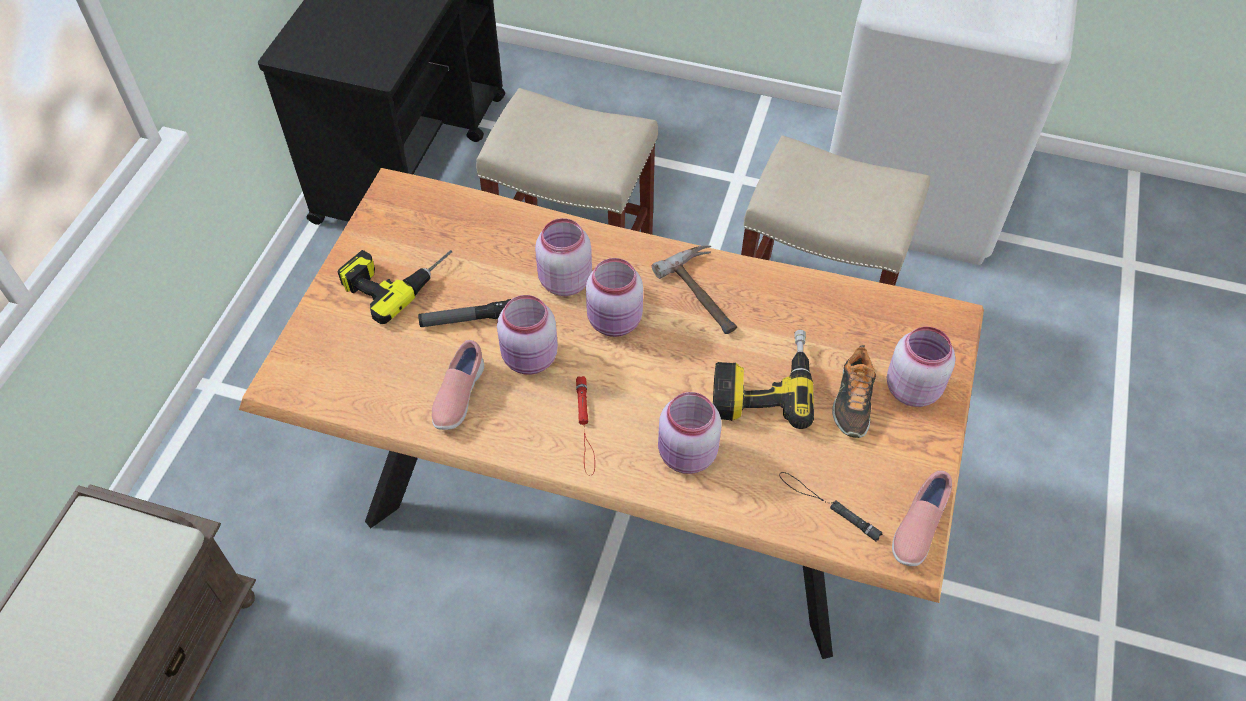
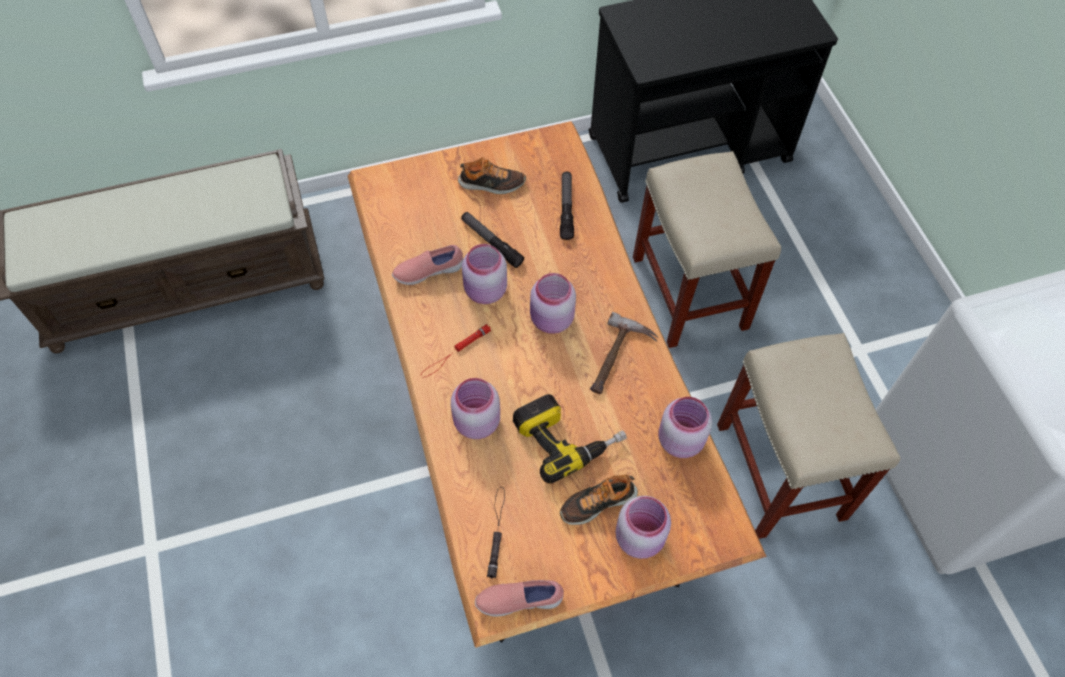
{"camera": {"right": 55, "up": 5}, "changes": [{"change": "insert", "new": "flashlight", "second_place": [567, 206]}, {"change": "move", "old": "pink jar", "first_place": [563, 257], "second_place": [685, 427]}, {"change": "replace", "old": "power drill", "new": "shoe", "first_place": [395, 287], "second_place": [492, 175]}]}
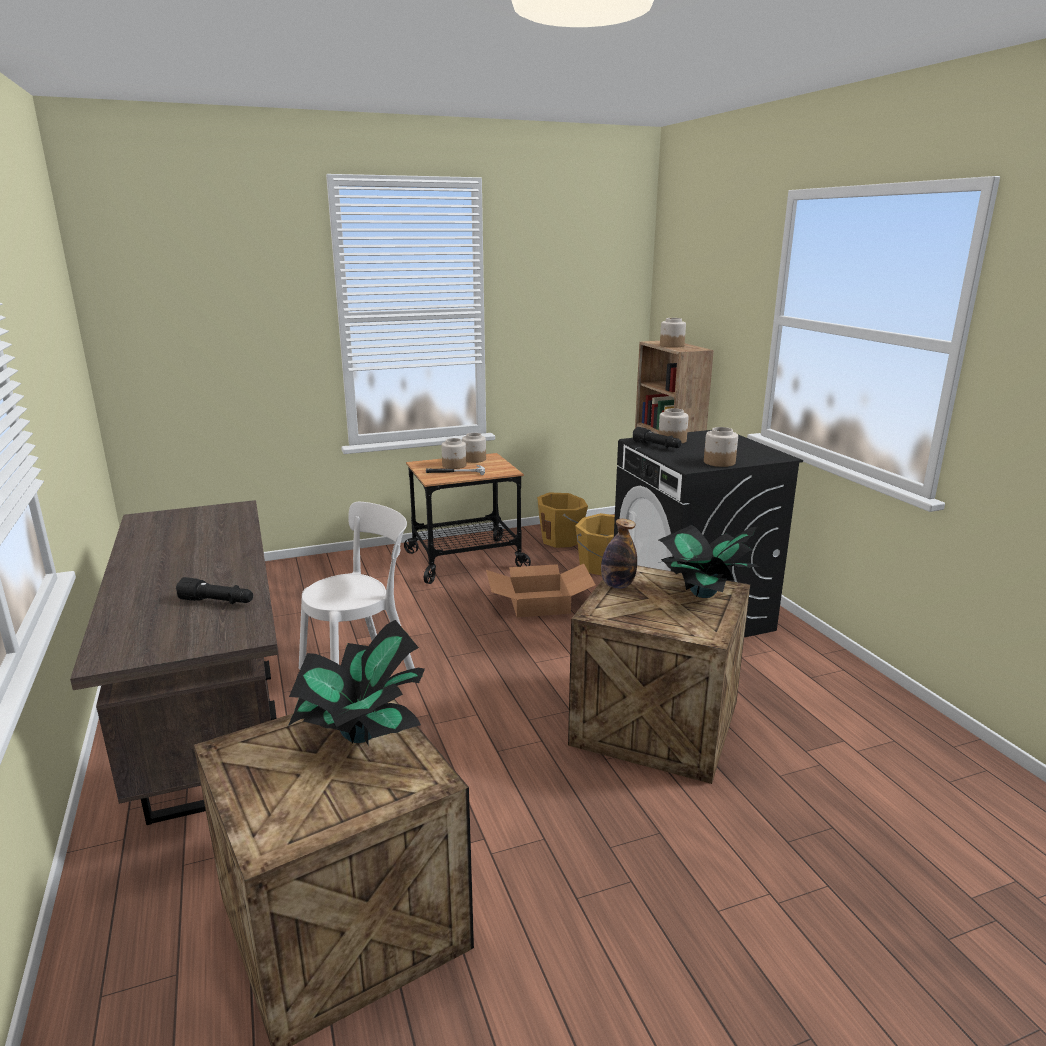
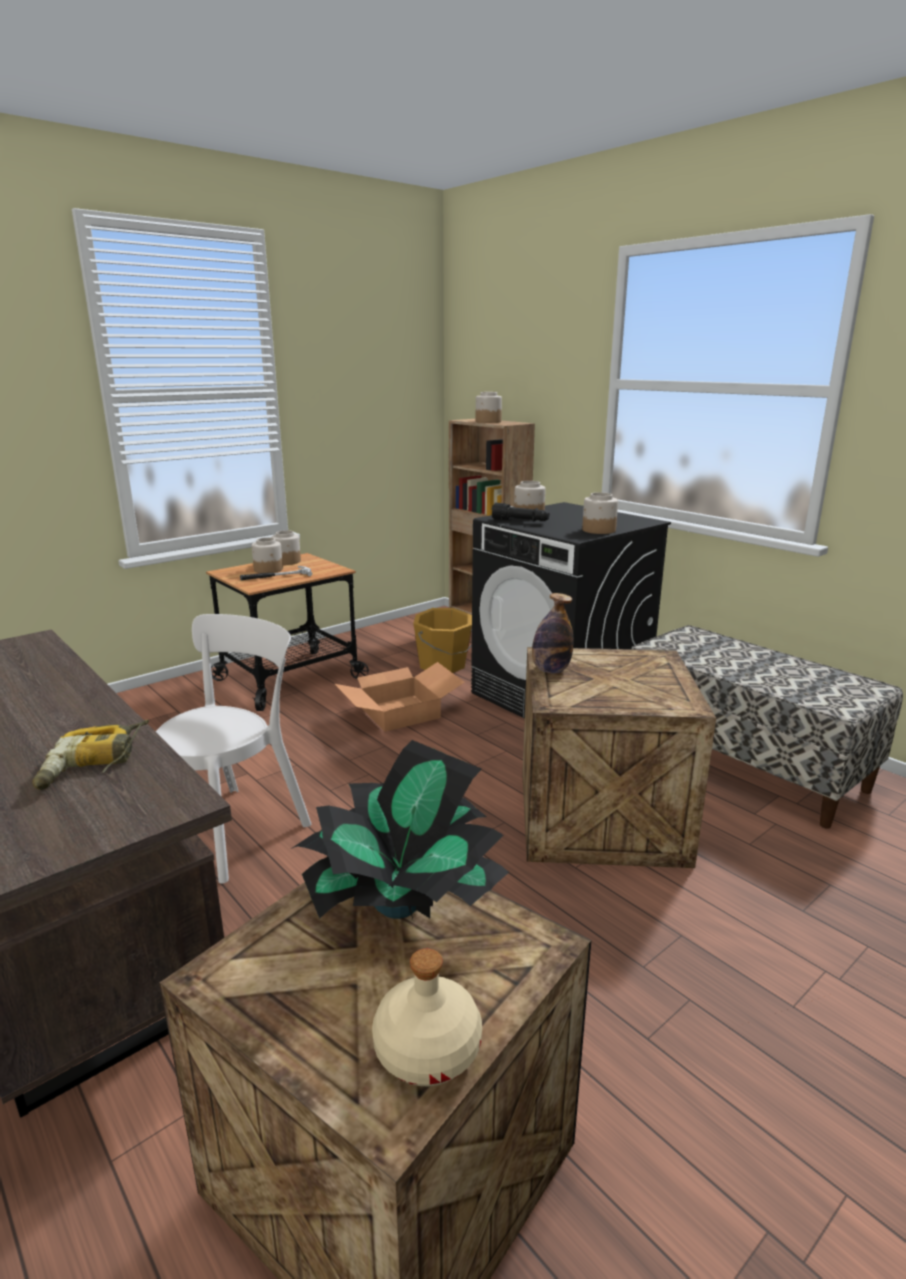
{"camera": {"right": -20, "up": 0}, "changes": [{"change": "delete", "old": "orange bucket", "first_place": [562, 520]}, {"change": "delete", "old": "potted plant", "first_place": [709, 561]}, {"change": "insert", "new": "beige bottle", "second_place": [427, 1017]}, {"change": "insert", "new": "bench", "second_place": [767, 727]}, {"change": "replace", "old": "black flashlight", "new": "power drill", "first_place": [214, 590], "second_place": [90, 755]}]}
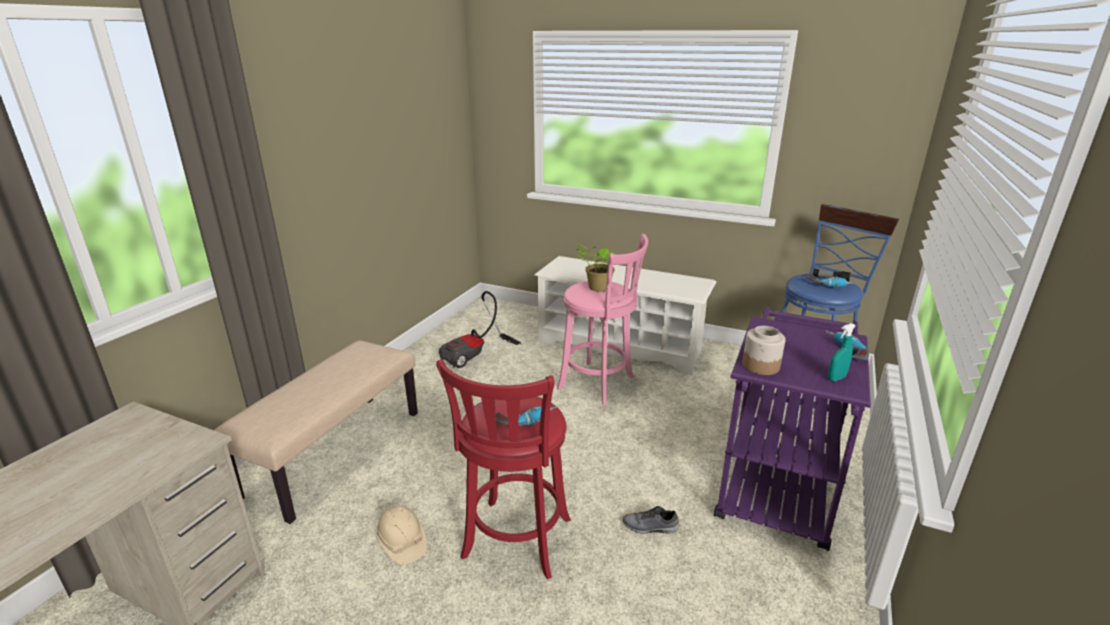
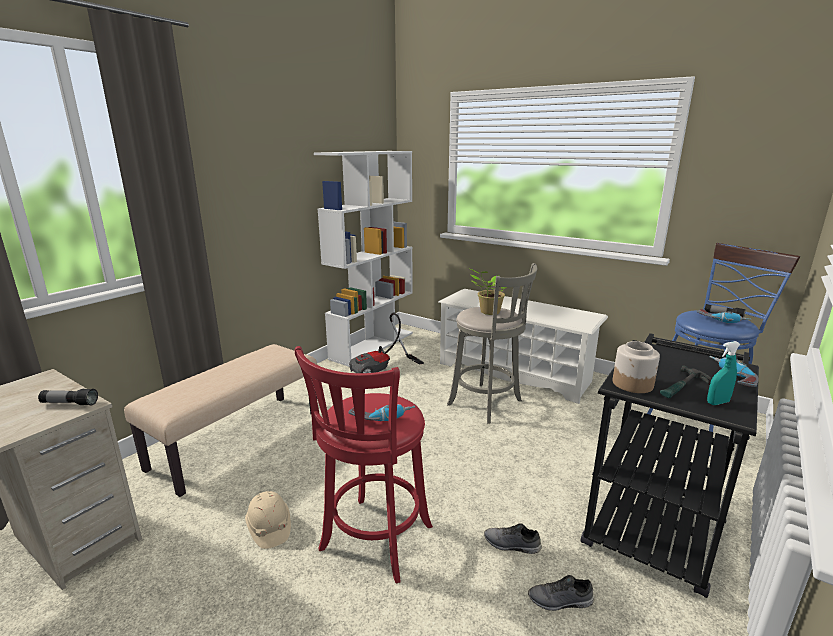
{"camera": {"right": 10, "up": -5}, "changes": [{"change": "insert", "new": "flashlight", "second_place": [68, 397]}, {"change": "insert", "new": "white bookcase", "second_place": [363, 259]}, {"change": "insert", "new": "grey shoe", "second_place": [561, 593]}, {"change": "insert", "new": "hammer", "second_place": [685, 381]}, {"change": "recolor", "old": "pink stool", "new": "grey stool", "first_place": [602, 320], "second_place": [492, 343]}, {"change": "recolor", "old": "purple cart", "new": "black cart", "first_place": [792, 428], "second_place": [669, 465]}]}
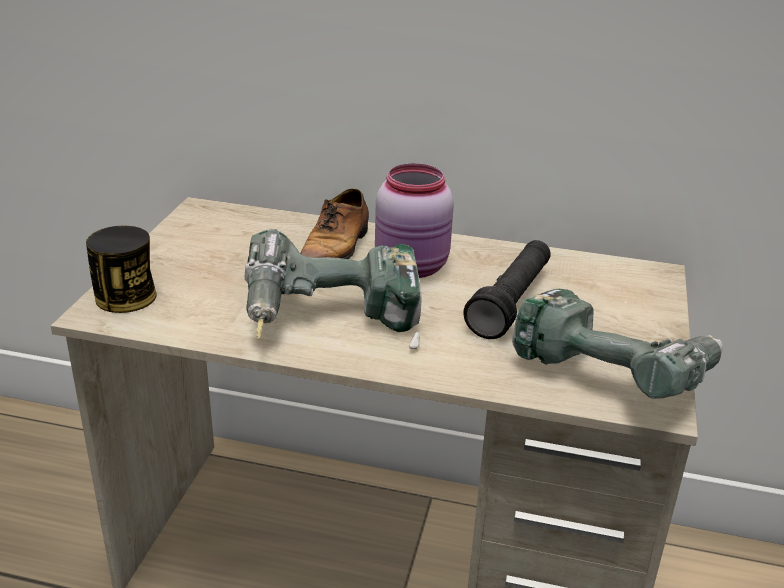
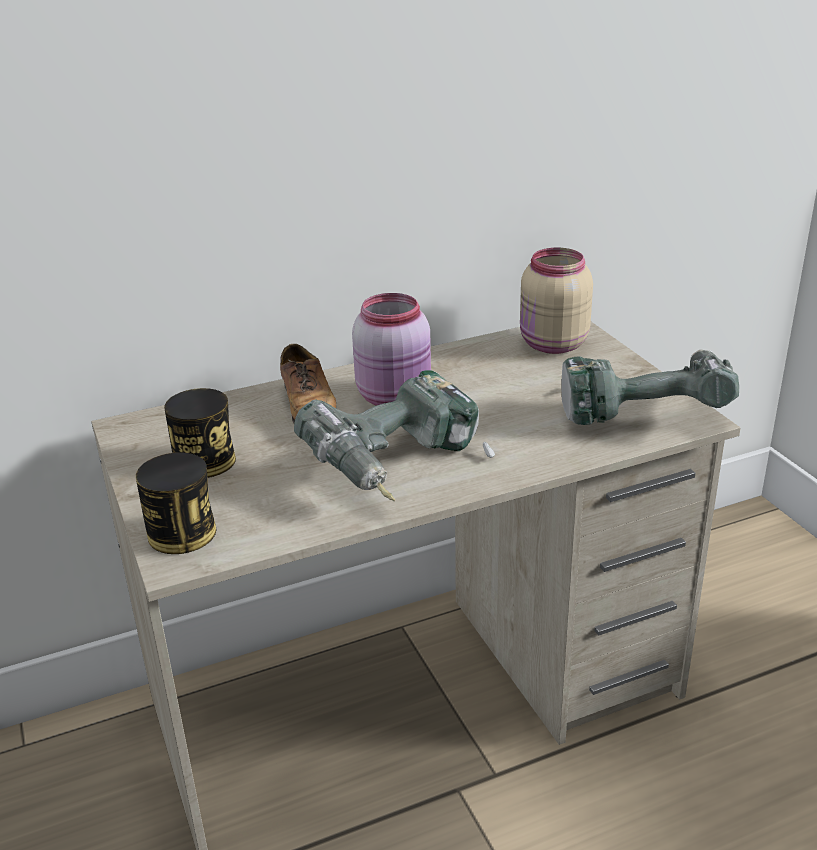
{"camera": {"right": -35, "up": 0}, "changes": [{"change": "delete", "old": "black flashlight", "first_place": [507, 289]}, {"change": "insert", "new": "can", "second_place": [200, 433]}, {"change": "insert", "new": "beige jar", "second_place": [556, 301]}]}
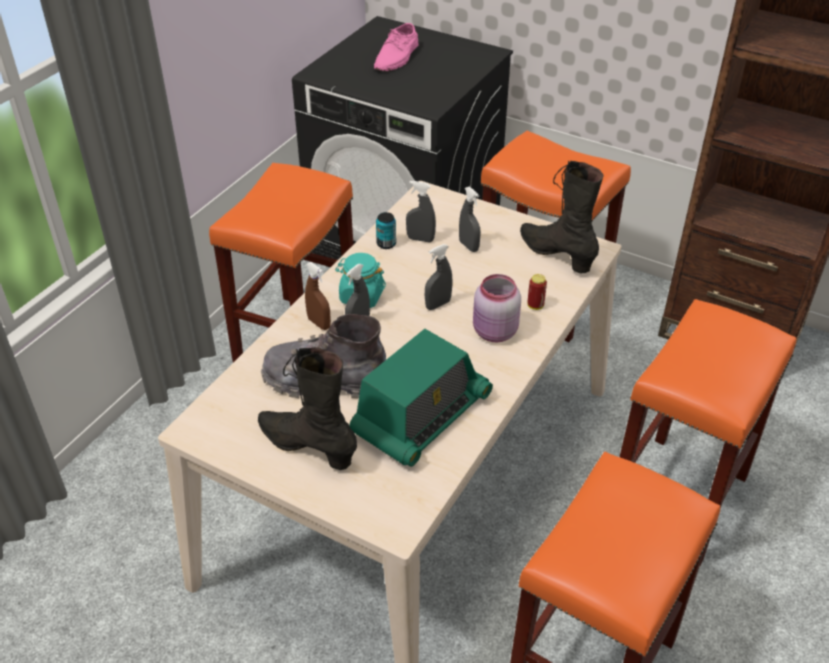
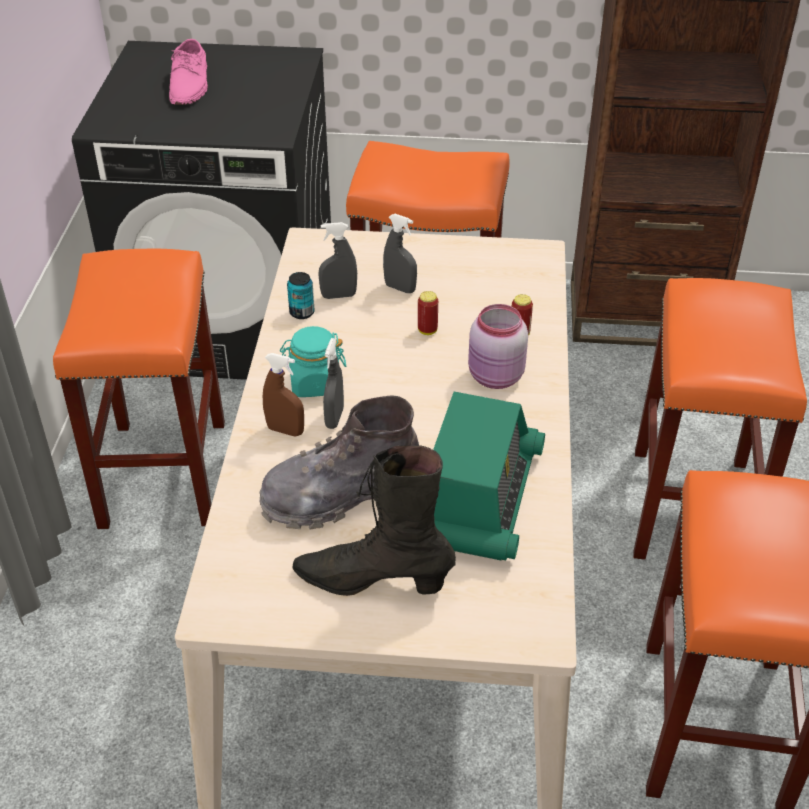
{"camera": {"right": -25, "up": 0}, "changes": [{"change": "delete", "old": "grey spray bottle", "first_place": [439, 277]}, {"change": "delete", "old": "black boot", "first_place": [561, 217]}, {"change": "insert", "new": "can", "second_place": [428, 313]}]}
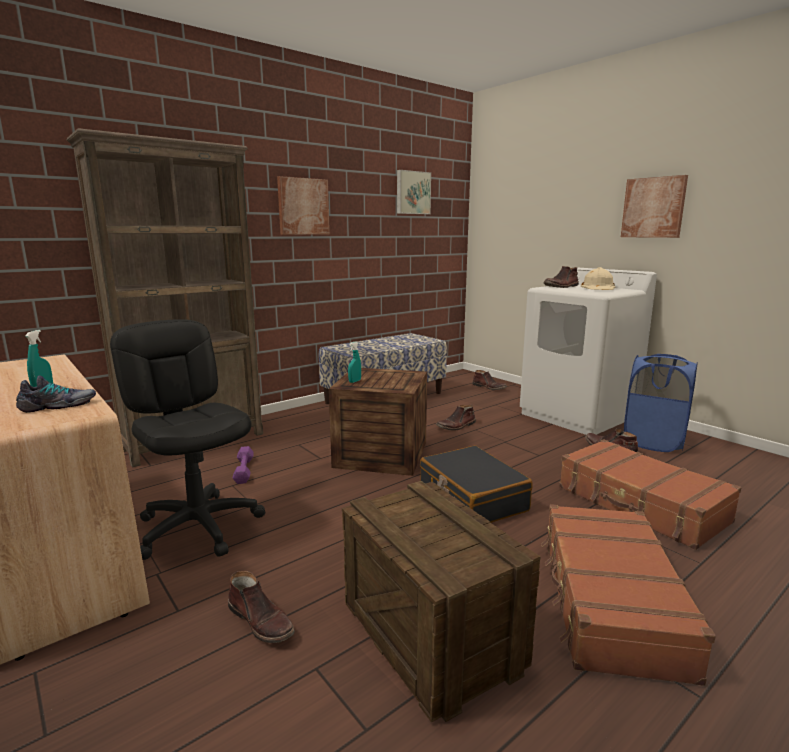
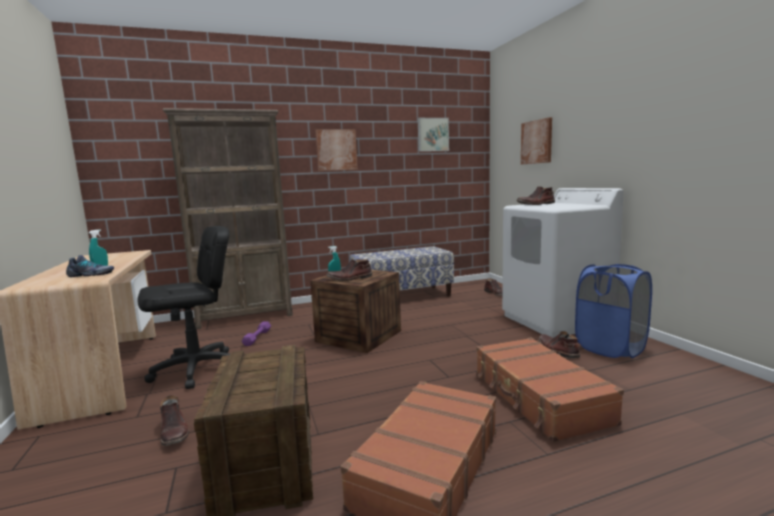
{"camera": {"right": 20, "up": -5}, "changes": [{"change": "delete", "old": "black suitcase", "first_place": [476, 484]}, {"change": "delete", "old": "beige hard hat", "first_place": [598, 278]}, {"change": "move", "old": "brown boot", "first_place": [456, 417], "second_place": [350, 270]}, {"change": "move", "old": "picture", "first_place": [654, 206], "second_place": [536, 141]}, {"change": "rotate", "old": "black office chair", "first_place": [187, 439], "second_place": [183, 307], "degrees": 75}]}
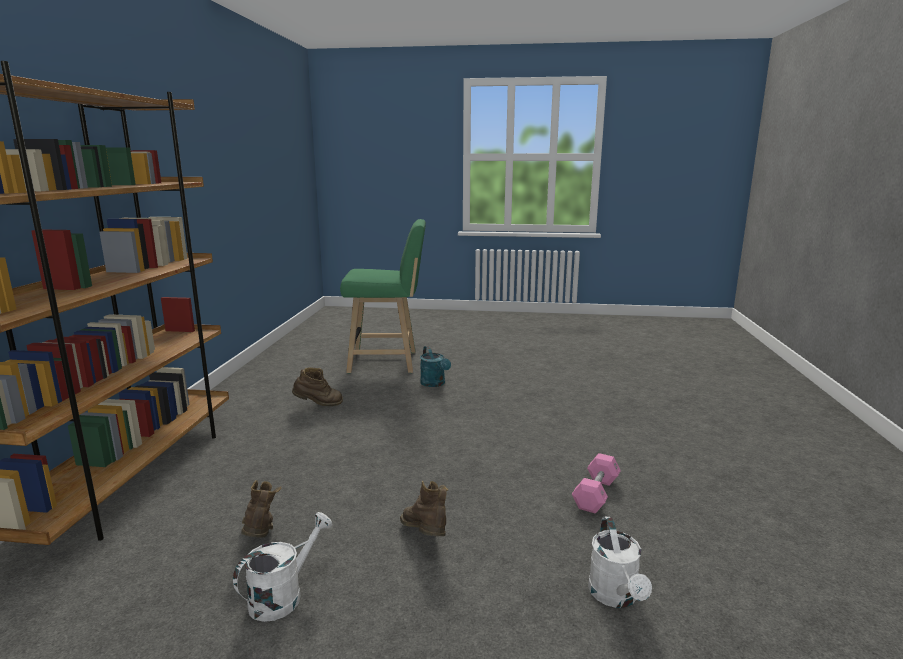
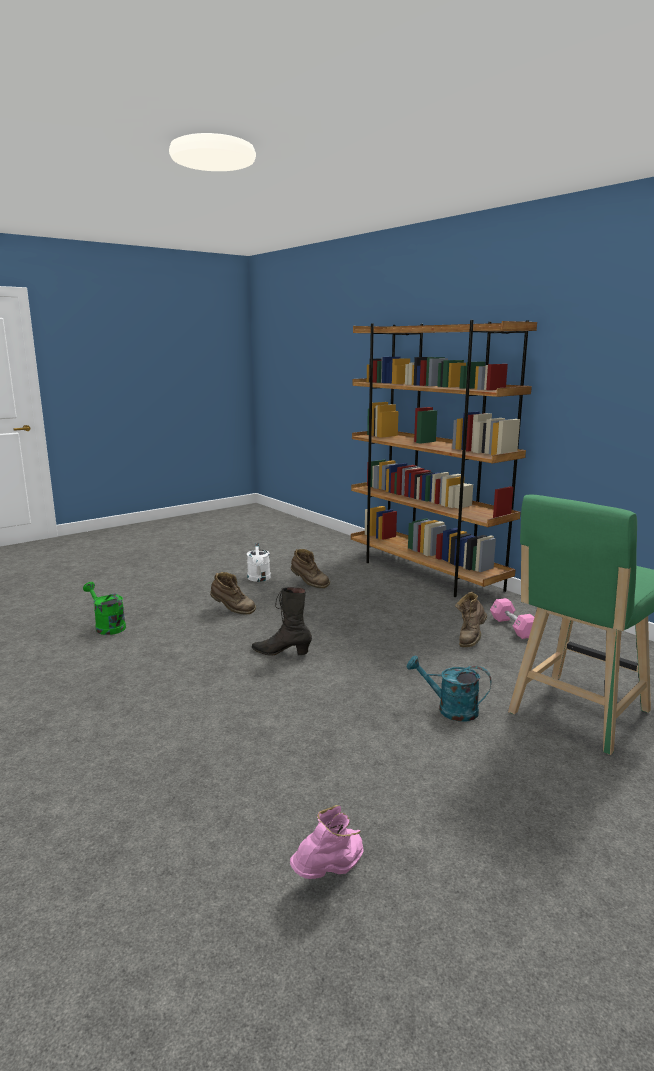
{"camera": {"right": 135, "up": 0}, "changes": [{"change": "insert", "new": "black boot", "second_place": [282, 621]}, {"change": "insert", "new": "pink boot", "second_place": [327, 842]}, {"change": "move", "old": "pink dumbbell", "first_place": [596, 483], "second_place": [512, 618]}, {"change": "recolor", "old": "white watering can", "new": "green watering can", "first_place": [620, 562], "second_place": [104, 608]}]}
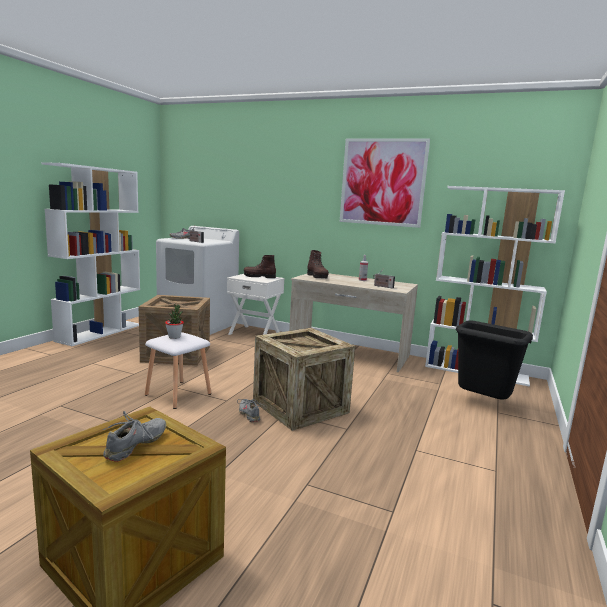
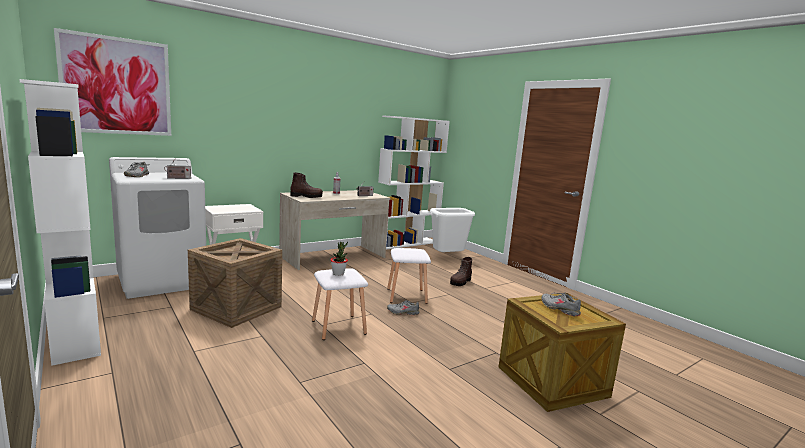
{"camera": {"right": -60, "up": 0}, "changes": [{"change": "move", "old": "brown boot", "first_place": [260, 266], "second_place": [461, 271]}, {"change": "move", "old": "picture", "first_place": [385, 183], "second_place": [112, 82]}, {"change": "replace", "old": "crate", "new": "white stool", "first_place": [304, 379], "second_place": [409, 276]}, {"change": "recolor", "old": "black trash can", "new": "white trash can", "first_place": [494, 359], "second_place": [452, 230]}]}
